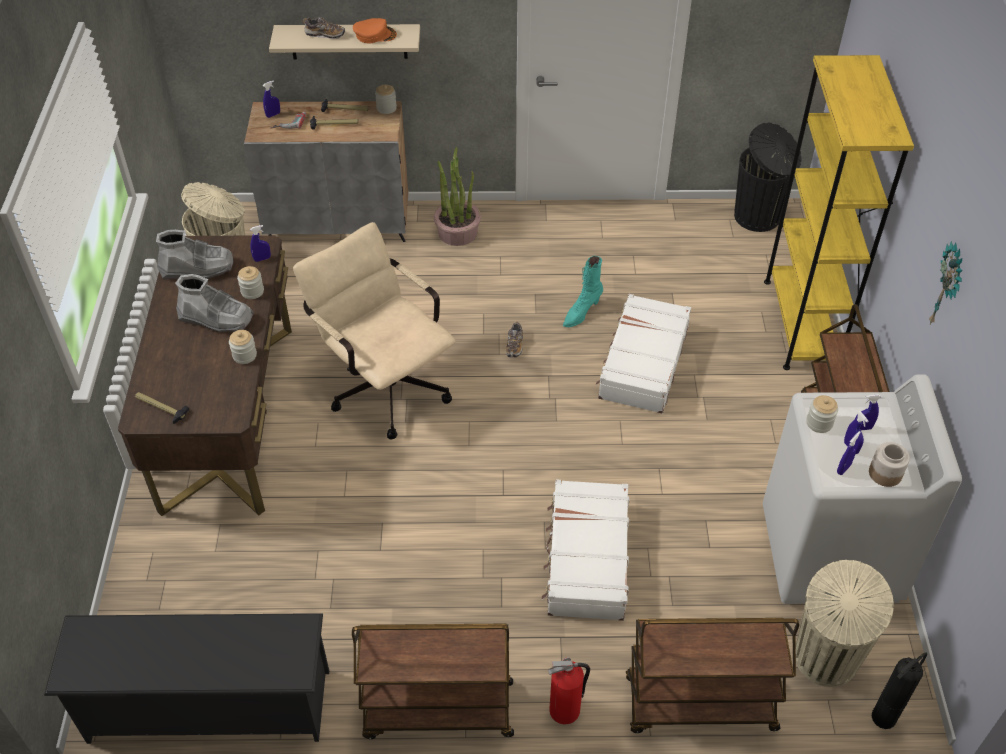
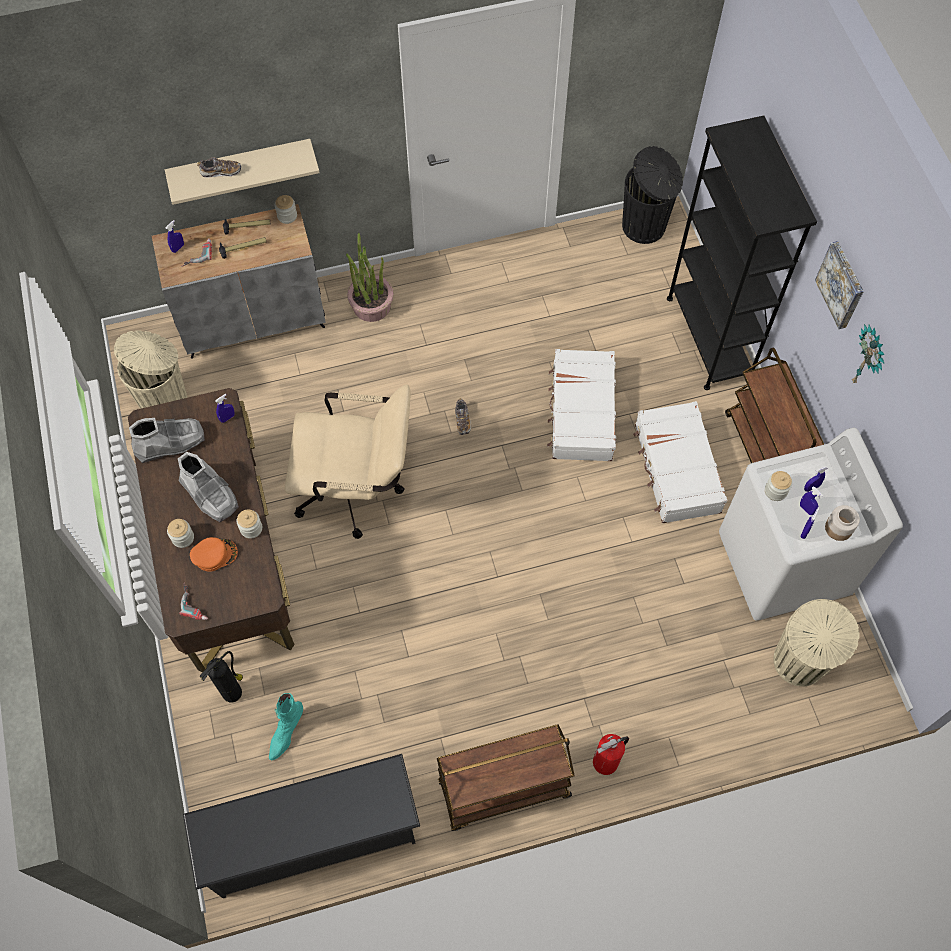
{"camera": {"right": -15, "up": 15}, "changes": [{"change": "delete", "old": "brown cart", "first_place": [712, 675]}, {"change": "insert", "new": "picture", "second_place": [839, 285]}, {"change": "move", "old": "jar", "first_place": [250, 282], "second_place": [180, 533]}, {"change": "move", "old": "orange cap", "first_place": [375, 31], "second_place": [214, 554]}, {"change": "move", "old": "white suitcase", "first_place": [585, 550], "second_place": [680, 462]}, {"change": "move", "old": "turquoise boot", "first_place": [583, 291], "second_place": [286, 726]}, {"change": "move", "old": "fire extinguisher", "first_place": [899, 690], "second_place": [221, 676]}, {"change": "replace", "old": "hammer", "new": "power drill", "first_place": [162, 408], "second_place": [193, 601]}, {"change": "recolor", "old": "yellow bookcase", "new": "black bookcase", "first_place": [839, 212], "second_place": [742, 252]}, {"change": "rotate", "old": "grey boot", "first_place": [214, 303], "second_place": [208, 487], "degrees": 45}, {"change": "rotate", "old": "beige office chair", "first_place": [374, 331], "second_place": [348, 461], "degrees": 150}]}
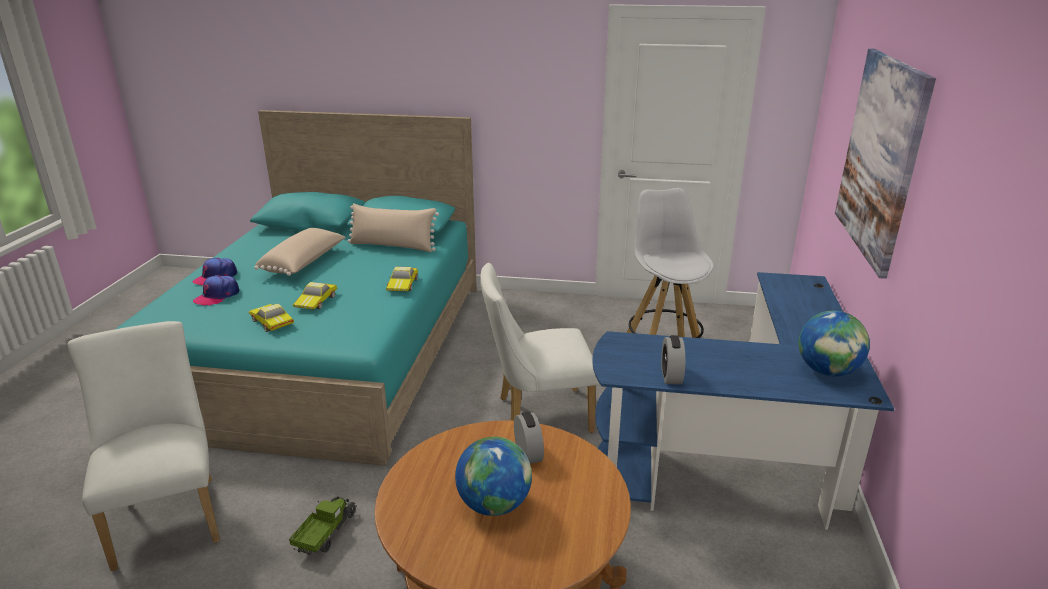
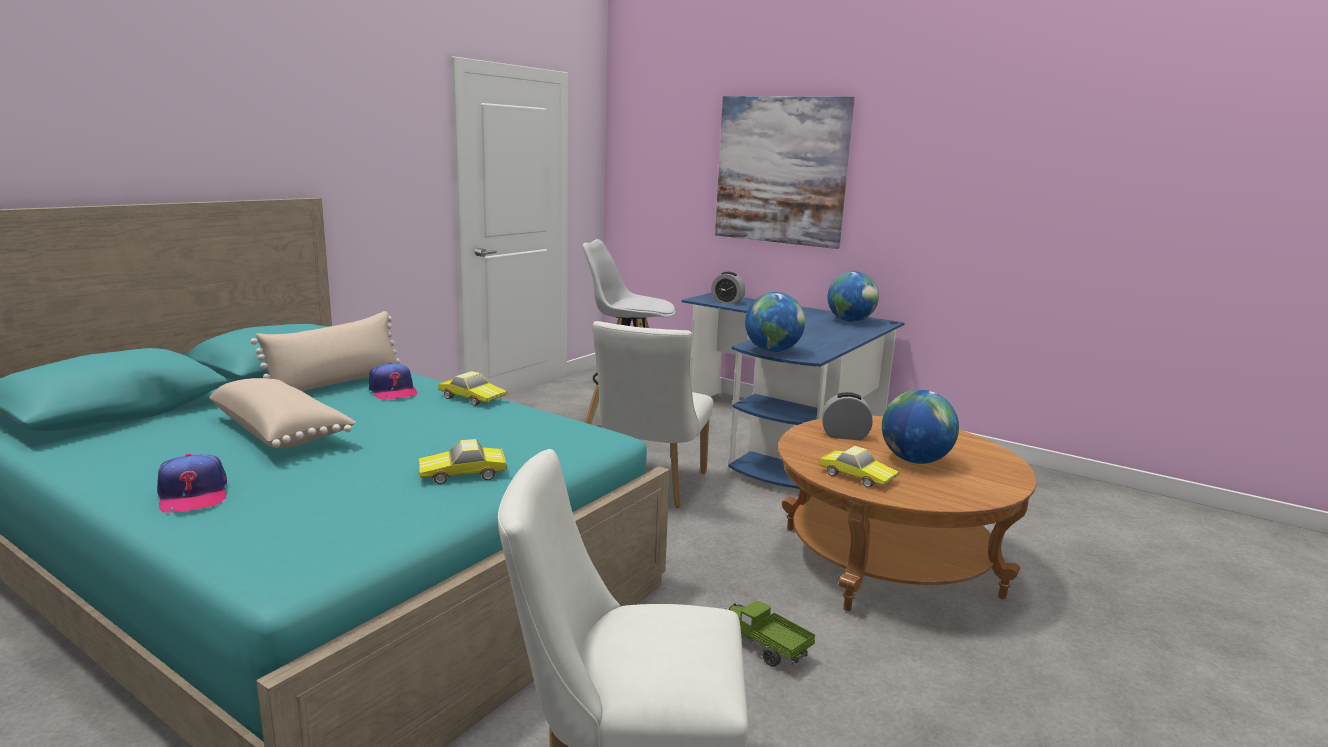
{"camera": {"right": -65, "up": -10}, "changes": [{"change": "insert", "new": "globe", "second_place": [775, 322]}, {"change": "move", "old": "cap", "first_place": [216, 290], "second_place": [393, 381]}, {"change": "move", "old": "toy car", "first_place": [315, 295], "second_place": [859, 467]}, {"change": "move", "old": "alarm clock", "first_place": [673, 359], "second_place": [728, 288]}]}
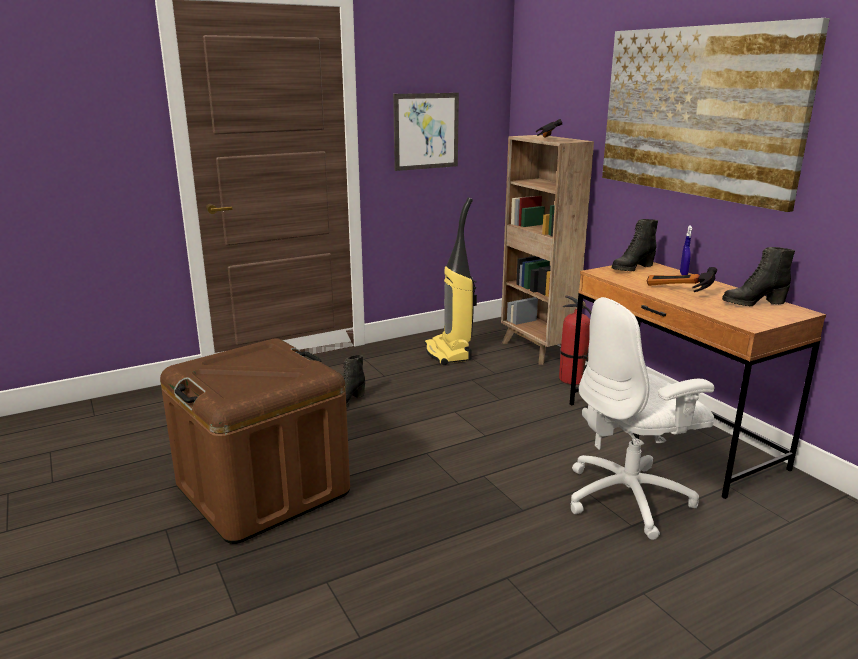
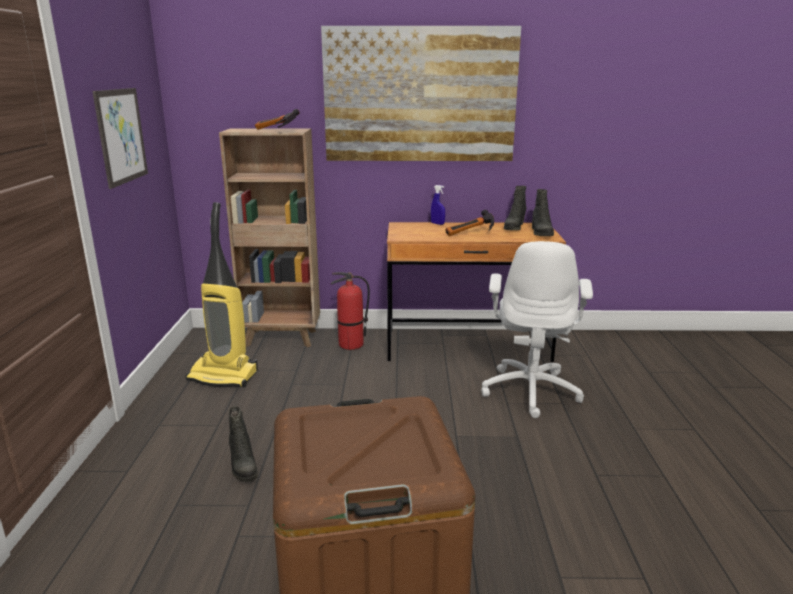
{"camera": {"right": -60, "up": 0}, "changes": [{"change": "move", "old": "black boot", "first_place": [635, 245], "second_place": [543, 212]}]}
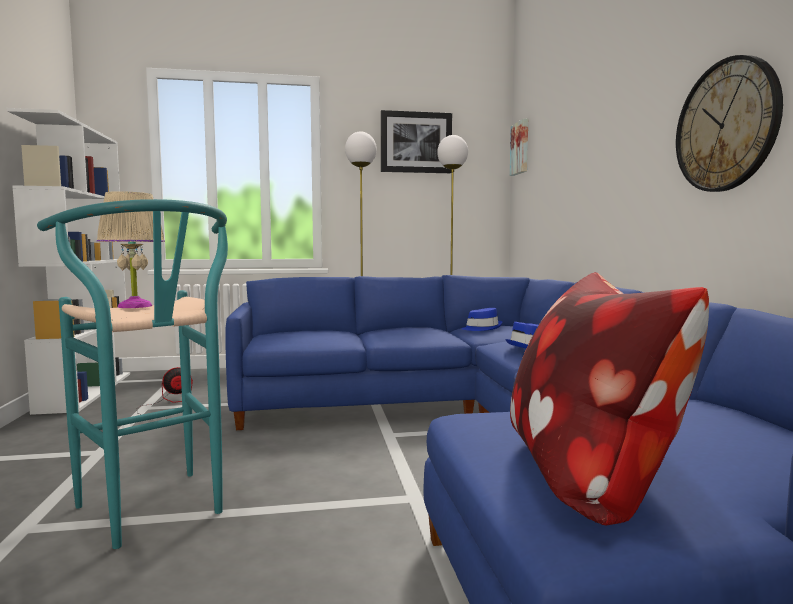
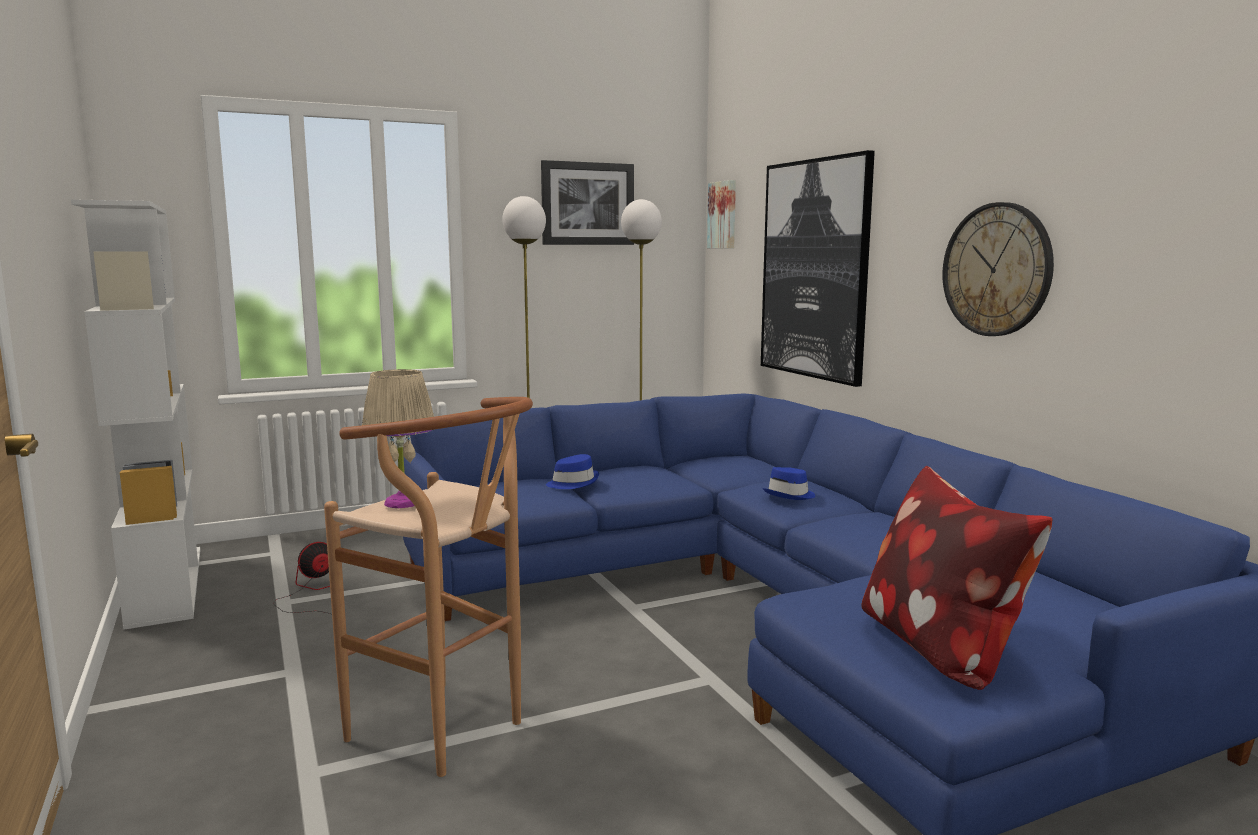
{"camera": {"right": -15, "up": 5}, "changes": [{"change": "insert", "new": "picture", "second_place": [818, 268]}, {"change": "move", "old": "blue hat", "first_place": [481, 319], "second_place": [572, 471]}, {"change": "recolor", "old": "turquoise stool", "new": "brown stool", "first_place": [132, 374], "second_place": [428, 587]}]}
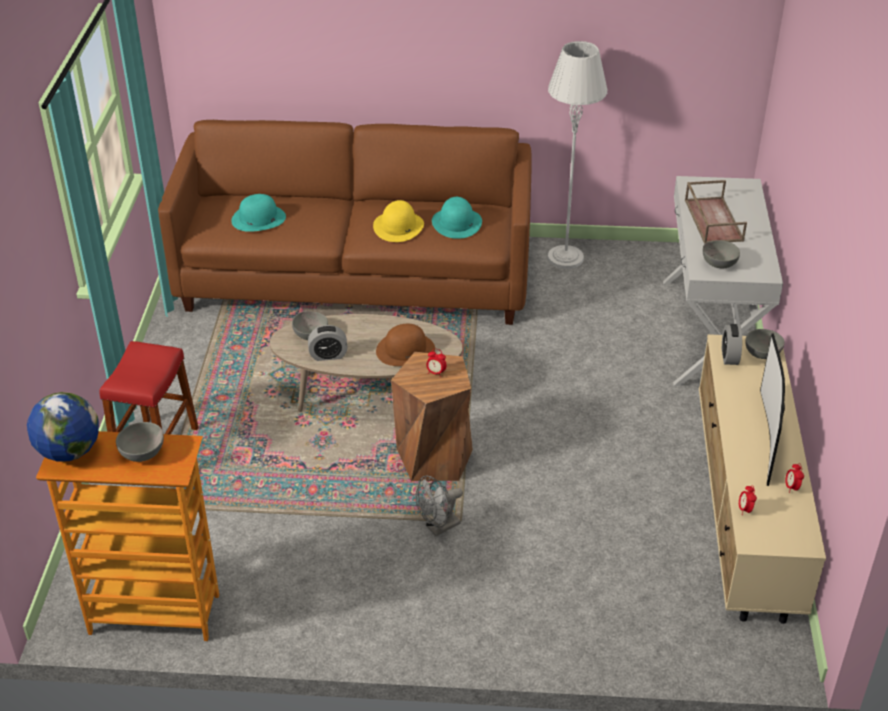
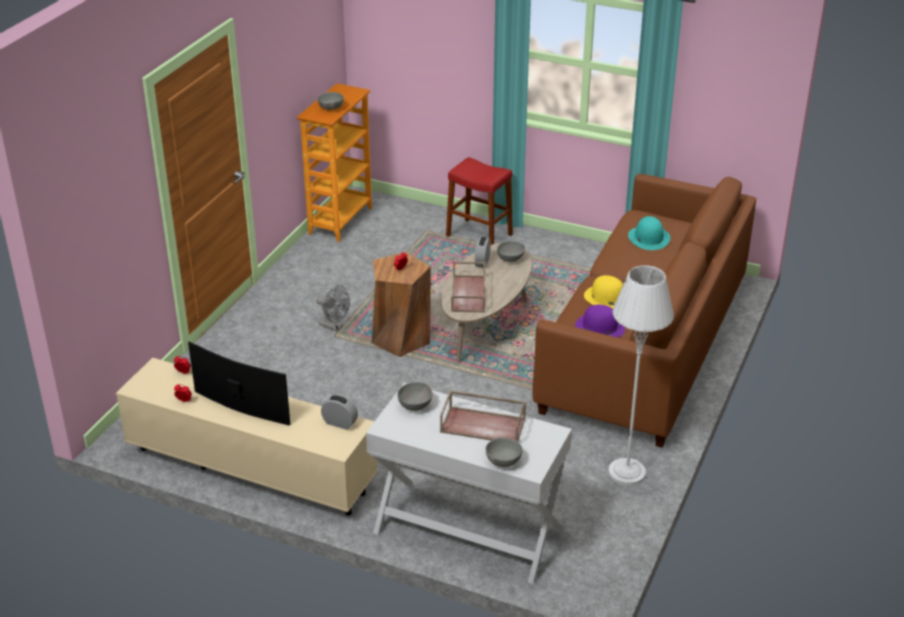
{"camera": {"right": 110, "up": -5}, "changes": [{"change": "delete", "old": "globe", "first_place": [63, 427]}, {"change": "move", "old": "grey bowl", "first_place": [765, 344], "second_place": [504, 452]}, {"change": "replace", "old": "brown hat", "new": "brown tray", "first_place": [405, 345], "second_place": [468, 287]}, {"change": "recolor", "old": "turquoise hat", "new": "purple hat", "first_place": [457, 218], "second_place": [600, 321]}, {"change": "rotate", "old": "grey fan", "first_place": [439, 506], "second_place": [333, 308], "degrees": 135}]}
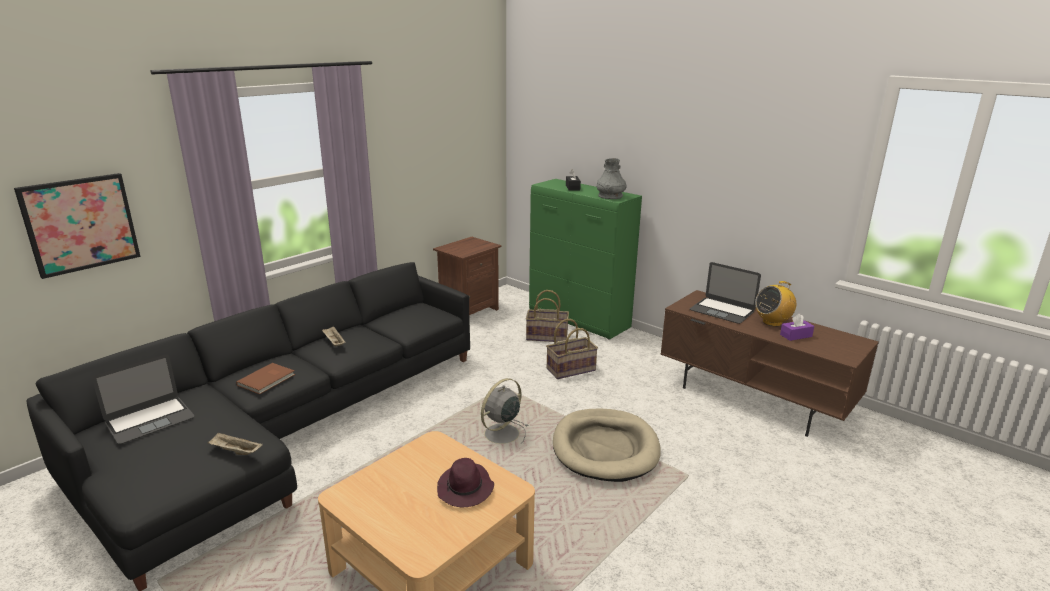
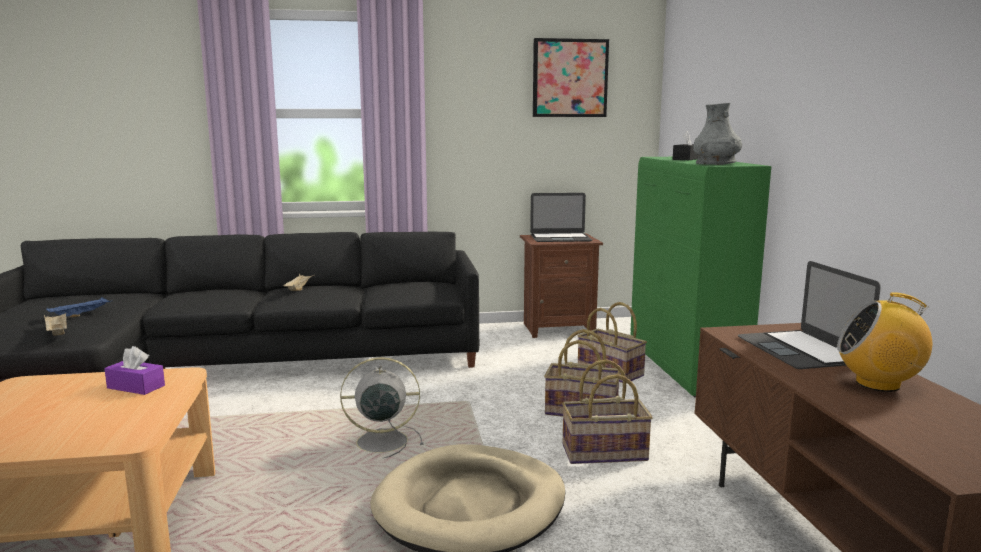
{"camera": {"right": 40, "up": -10}, "changes": [{"change": "delete", "old": "brown book", "first_place": [265, 378]}, {"change": "delete", "old": "purple hat", "first_place": [465, 482]}, {"change": "insert", "new": "blue tray", "second_place": [78, 307]}, {"change": "insert", "new": "basket", "second_place": [607, 411]}, {"change": "move", "old": "picture", "first_place": [77, 226], "second_place": [571, 77]}, {"change": "move", "old": "laptop", "first_place": [143, 399], "second_place": [561, 217]}, {"change": "move", "old": "purple tissue box", "first_place": [797, 327], "second_place": [134, 370]}]}
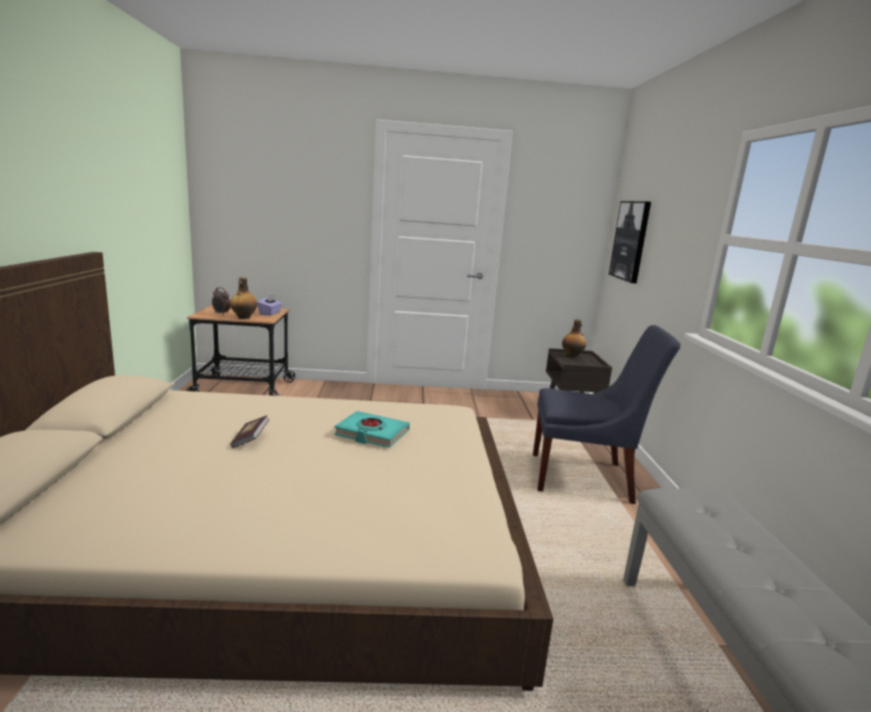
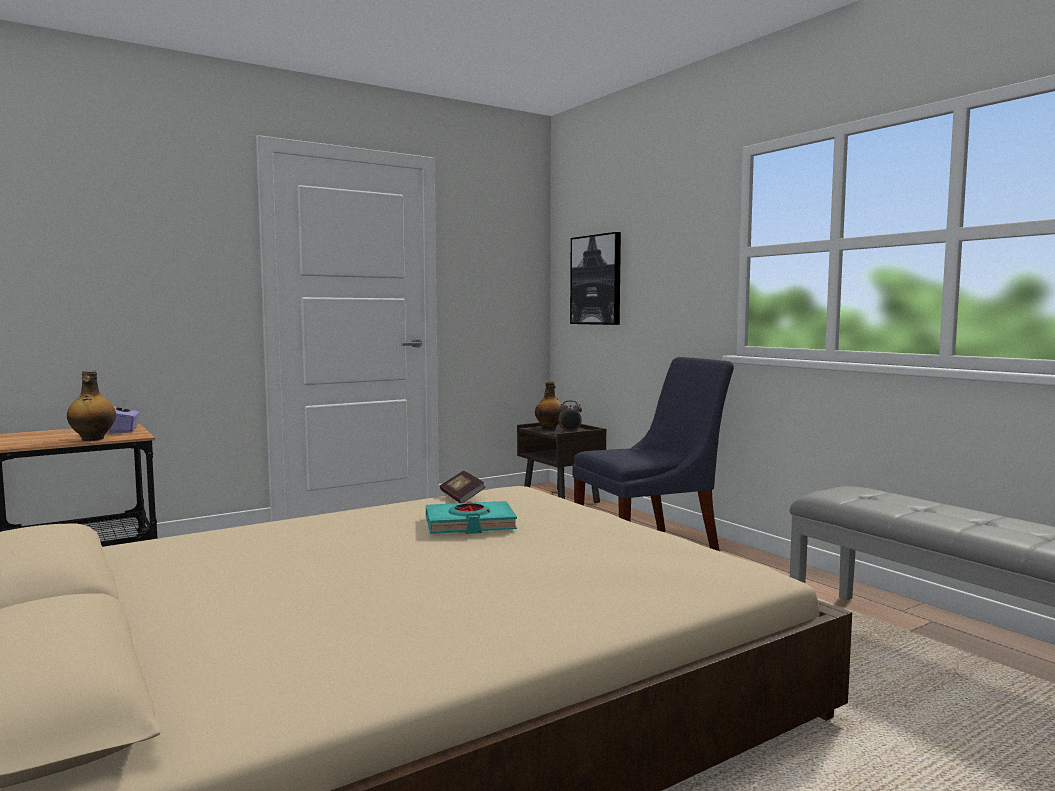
{"camera": {"right": -30, "up": -10}, "changes": [{"change": "move", "old": "alarm clock", "first_place": [221, 301], "second_place": [570, 416]}, {"change": "move", "old": "book", "first_place": [249, 431], "second_place": [462, 486]}]}
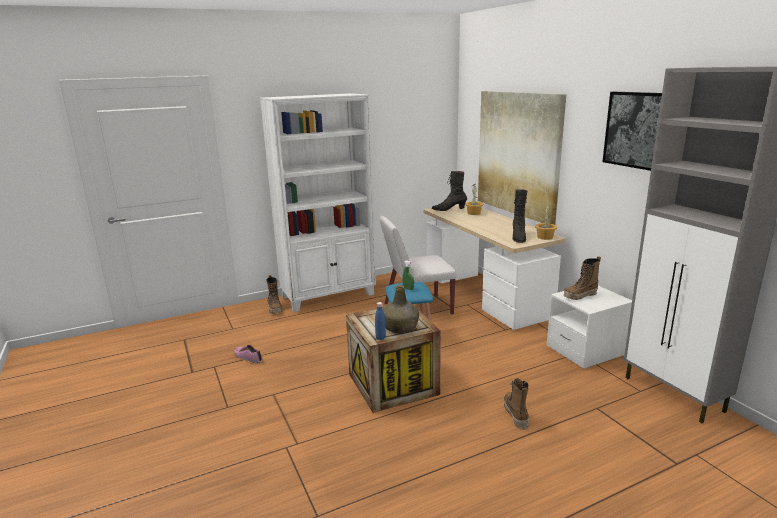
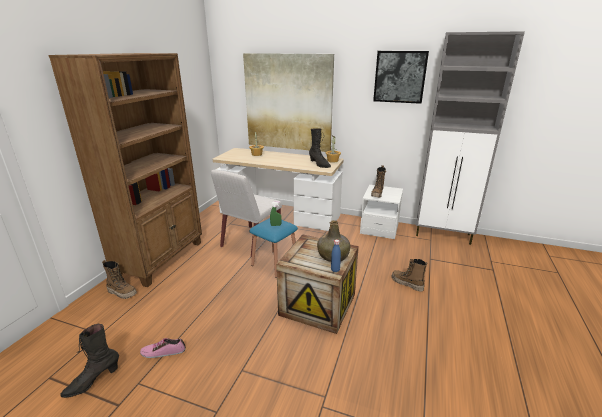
{"camera": {"right": -45, "up": 5}, "changes": [{"change": "move", "old": "black boot", "first_place": [449, 191], "second_place": [89, 361]}, {"change": "recolor", "old": "white bookcase", "new": "brown bookcase", "first_place": [318, 202], "second_place": [125, 170]}]}
